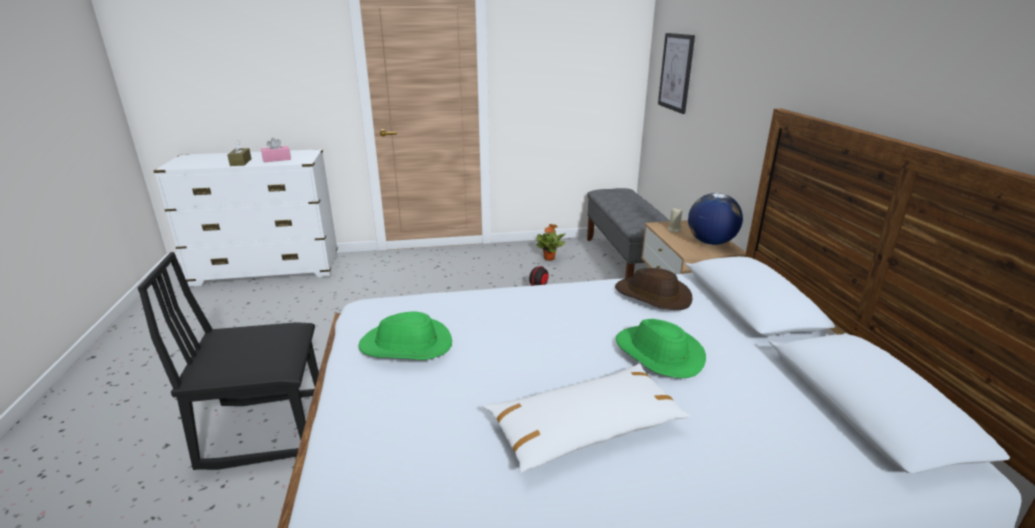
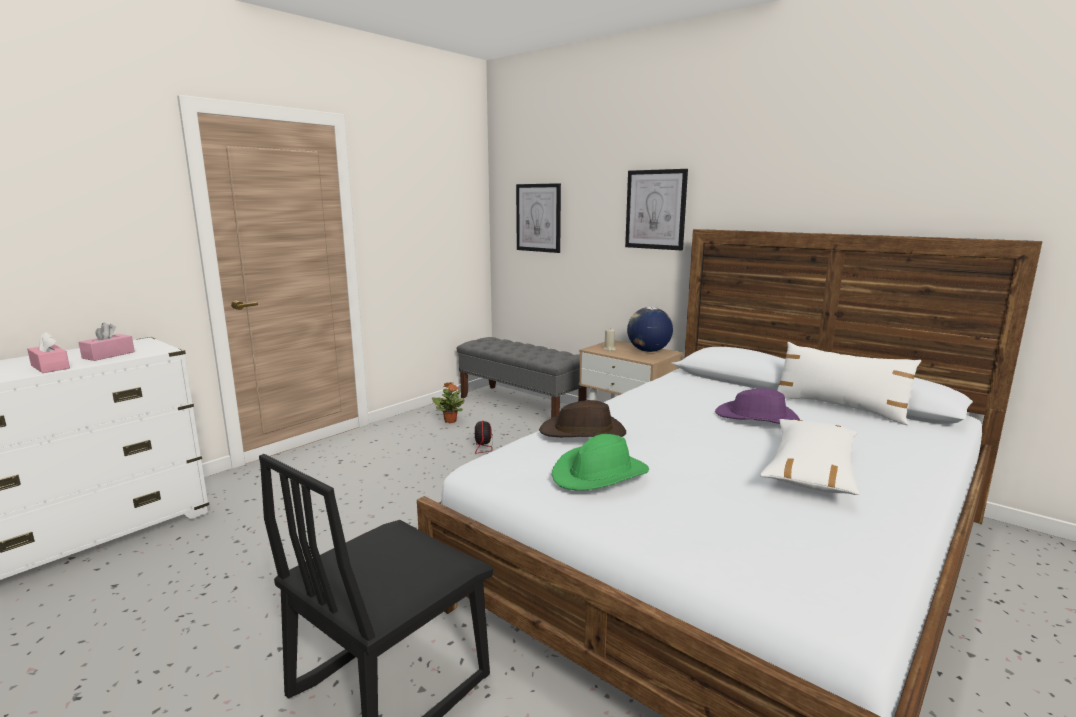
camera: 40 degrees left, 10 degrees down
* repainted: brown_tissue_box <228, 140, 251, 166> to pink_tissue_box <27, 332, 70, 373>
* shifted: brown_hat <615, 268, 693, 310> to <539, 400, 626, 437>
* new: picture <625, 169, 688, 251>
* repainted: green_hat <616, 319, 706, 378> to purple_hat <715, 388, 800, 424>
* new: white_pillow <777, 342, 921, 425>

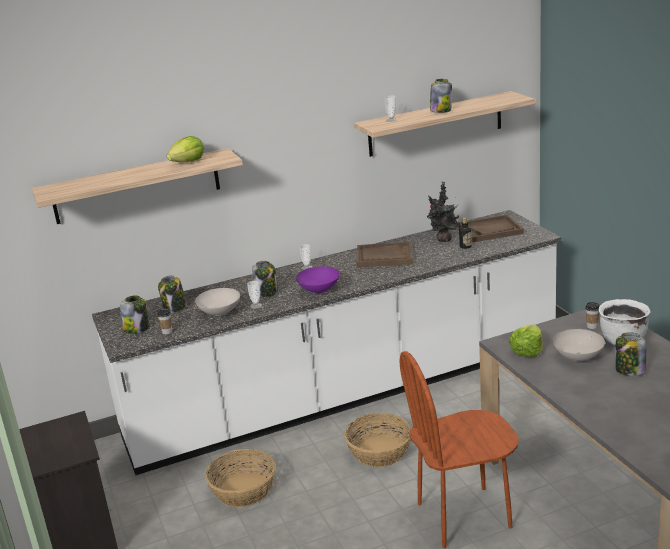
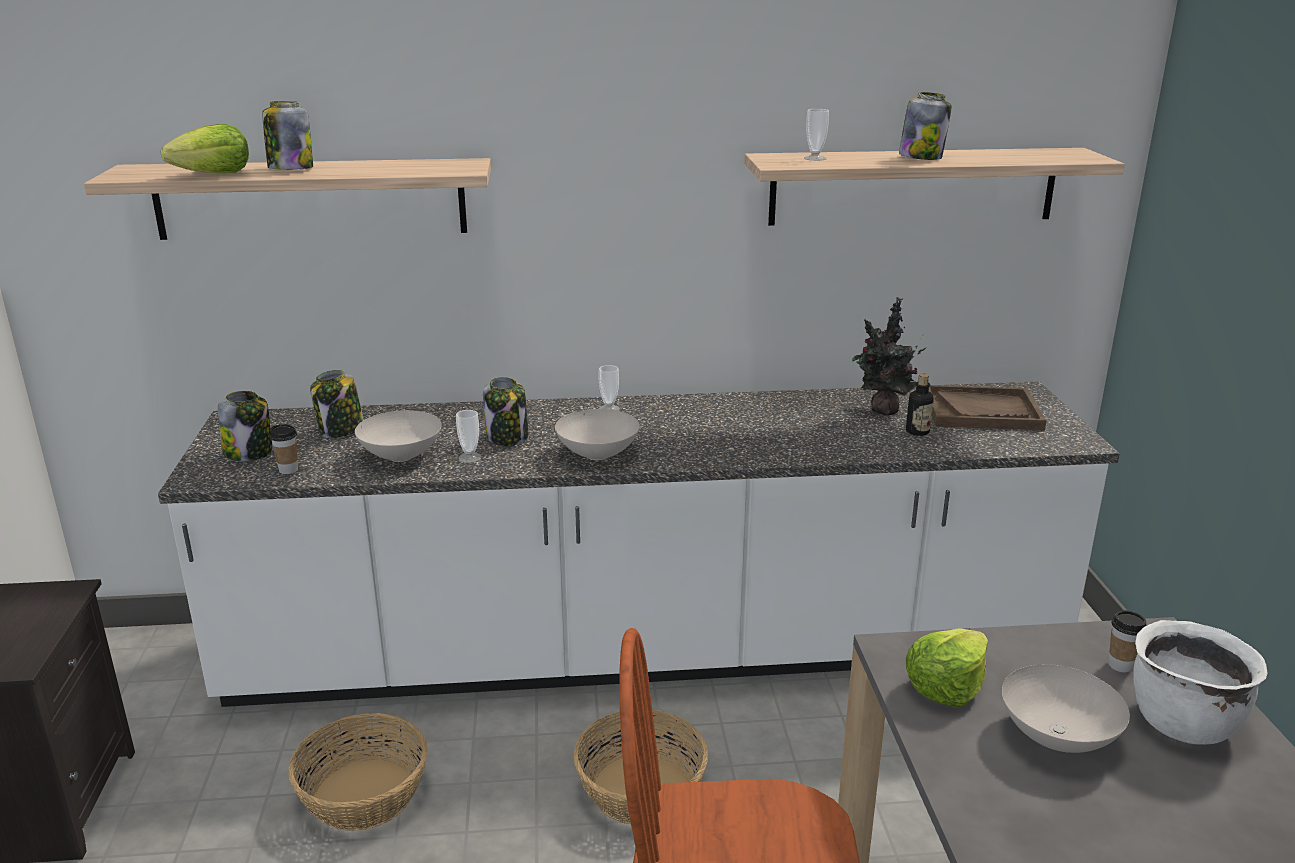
camera: 15 degrees right, 0 degrees up
* shifted: lettuce <167, 136, 204, 162> to <161, 124, 249, 173>
* shifted: jar <615, 332, 646, 376> to <262, 101, 313, 170>
* repainted: purple_bowl <296, 266, 340, 293> to white_bowl <555, 409, 640, 460>
* gone: brown_tray <356, 242, 413, 268>

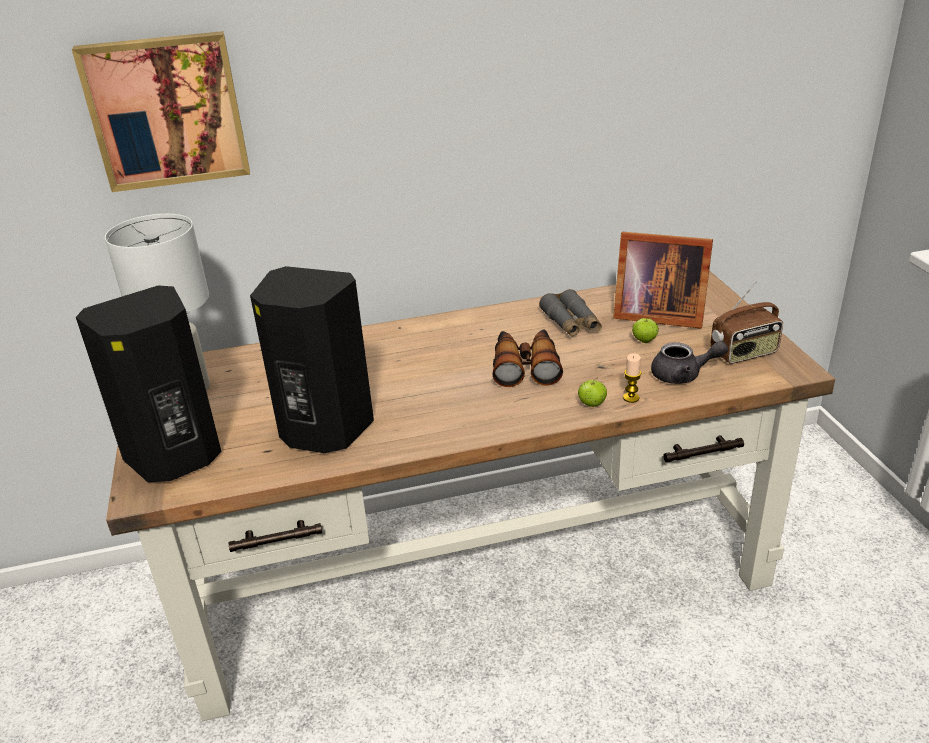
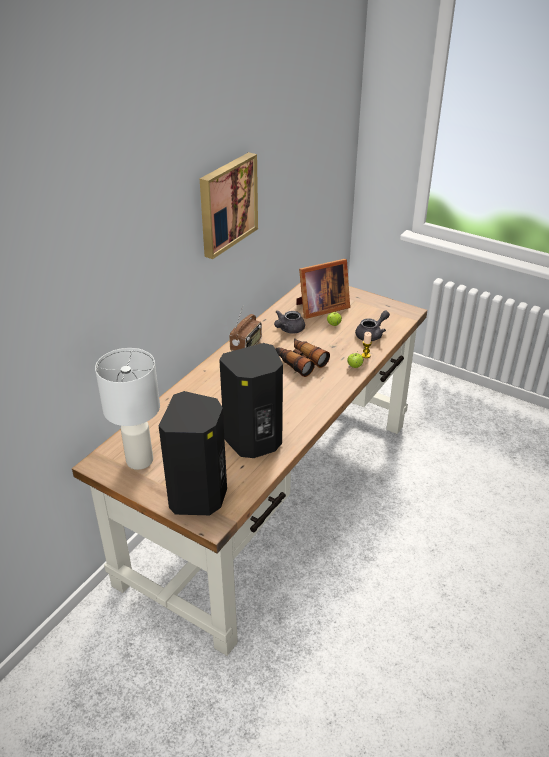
camera: 45 degrees left, 5 degrees up
* shifted: picture <72, 31, 250, 192> to <200, 152, 258, 259>
* shifted: radio <710, 281, 783, 364> to <229, 307, 262, 351>
* swapped: grey_binoculars <539, 289, 602, 337> to grey_teapot <274, 310, 305, 334>

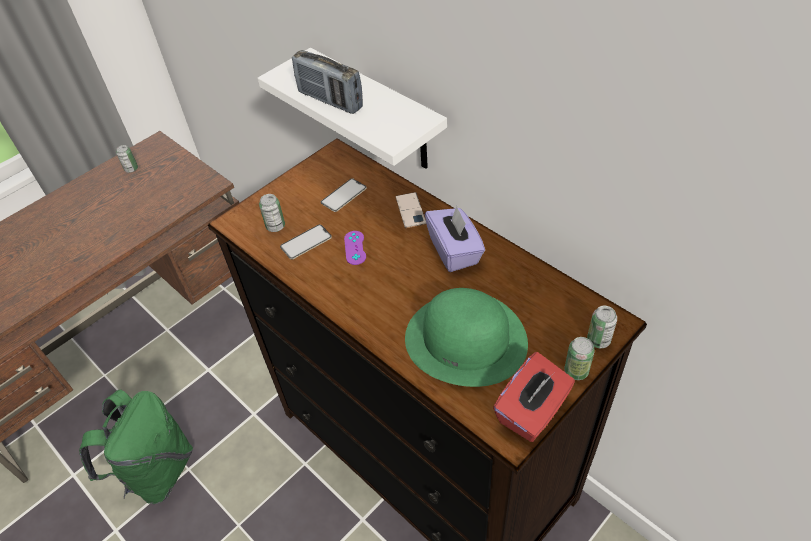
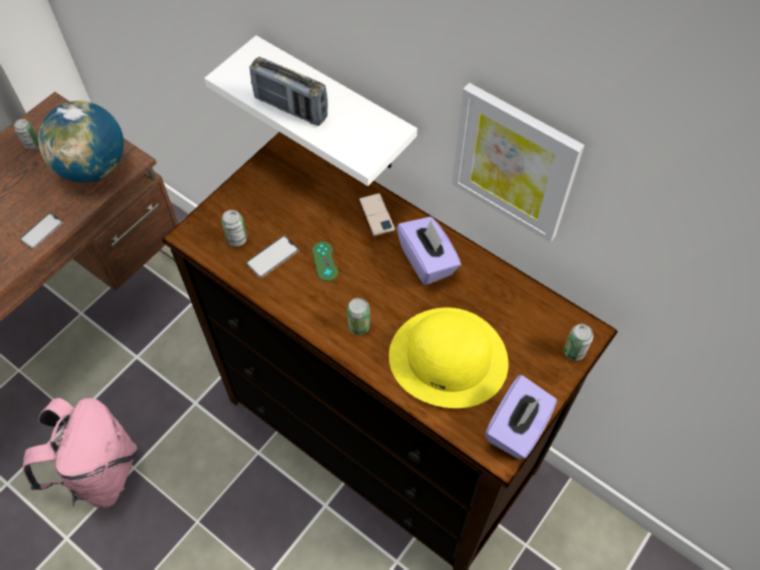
camera: 10 degrees left, 10 degrees up
* shifted: phone <321, 178, 367, 212> to <20, 213, 63, 249>
* repainted: green_backpack <79, 389, 193, 504> to pink_backpack <23, 398, 137, 508>
* new: globe <38, 101, 124, 183>
* repainted: purple_game_controller <344, 231, 366, 265> to green_game_controller <312, 242, 338, 281>
* shifted: can <564, 337, 595, 380> to <347, 298, 370, 335>
* repainted: green_hat <405, 288, 528, 387> to yellow_hat <389, 308, 508, 408>
* new: picture <452, 83, 584, 242>
* repainted: red_tissue_box <493, 352, 575, 442> to purple_tissue_box <485, 375, 557, 459>

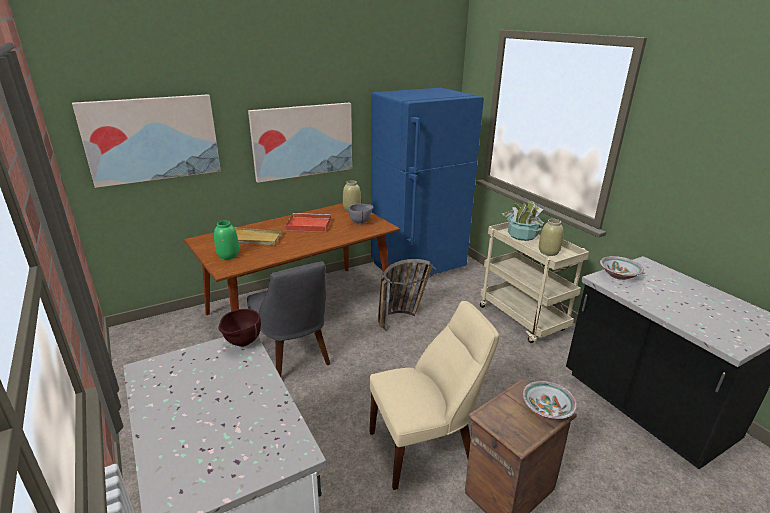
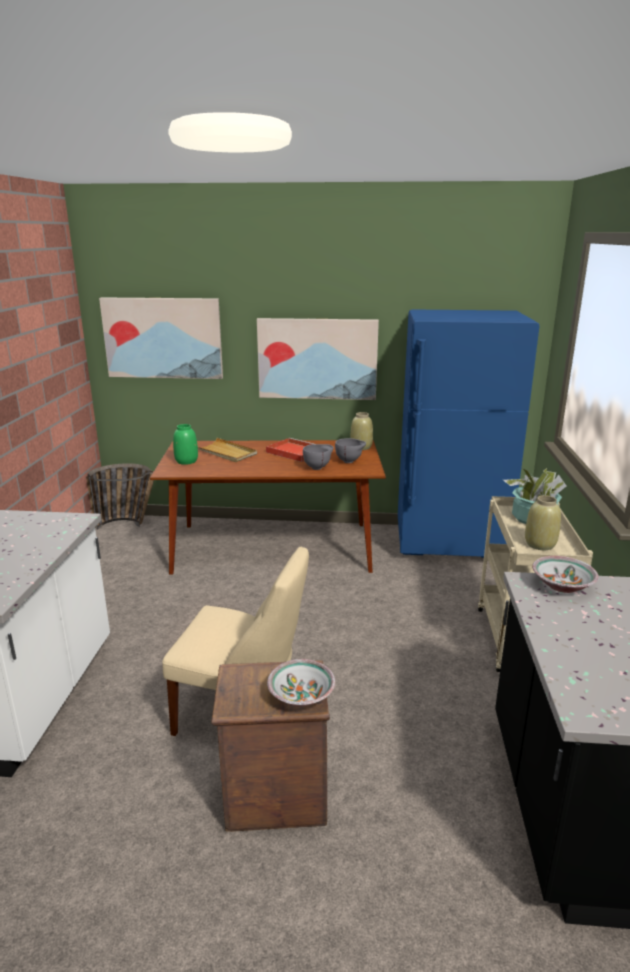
camera: 35 degrees right, 5 degrees down
* shifted: basket <378, 259, 436, 331> to <86, 463, 154, 530>
* new: grey_bowl <303, 444, 334, 470>
* gone: brown_bowl <219, 309, 261, 347>
* gone: grey_chair <247, 261, 330, 377>

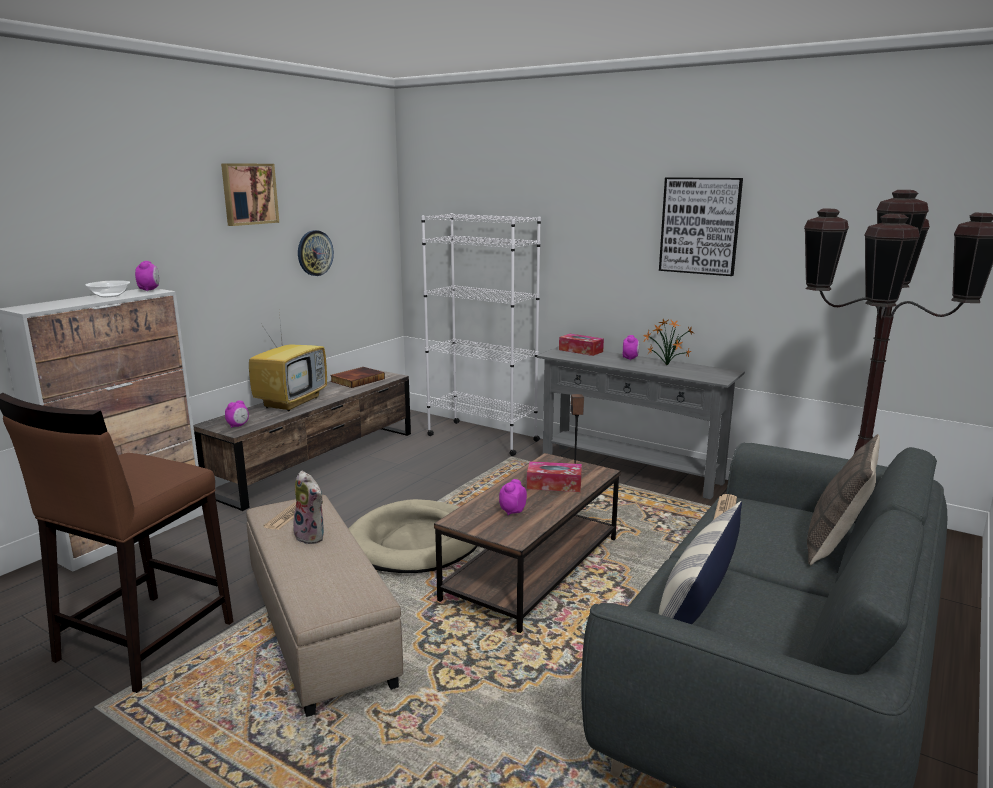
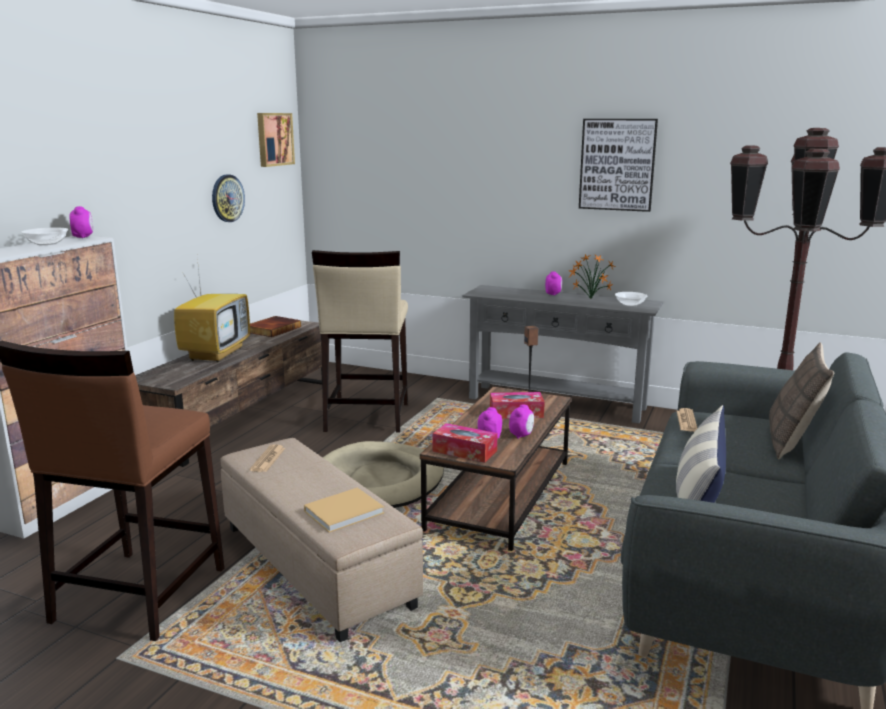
camera: 10 degrees left, 0 degrees up
* shifted: picture <221, 163, 279, 226> to <257, 113, 295, 167>
* new: beige_book <304, 488, 384, 533>
* new: beige_stool <312, 250, 408, 433>
* shifted: tissue_box <559, 334, 604, 356> to <432, 423, 498, 463>
* shifted: alarm_clock <225, 400, 249, 428> to <509, 404, 534, 439>
* new: bowl <615, 292, 647, 307>
* gone: plush_toy <293, 471, 324, 545>
* gone: white_bookcase <421, 213, 541, 456>

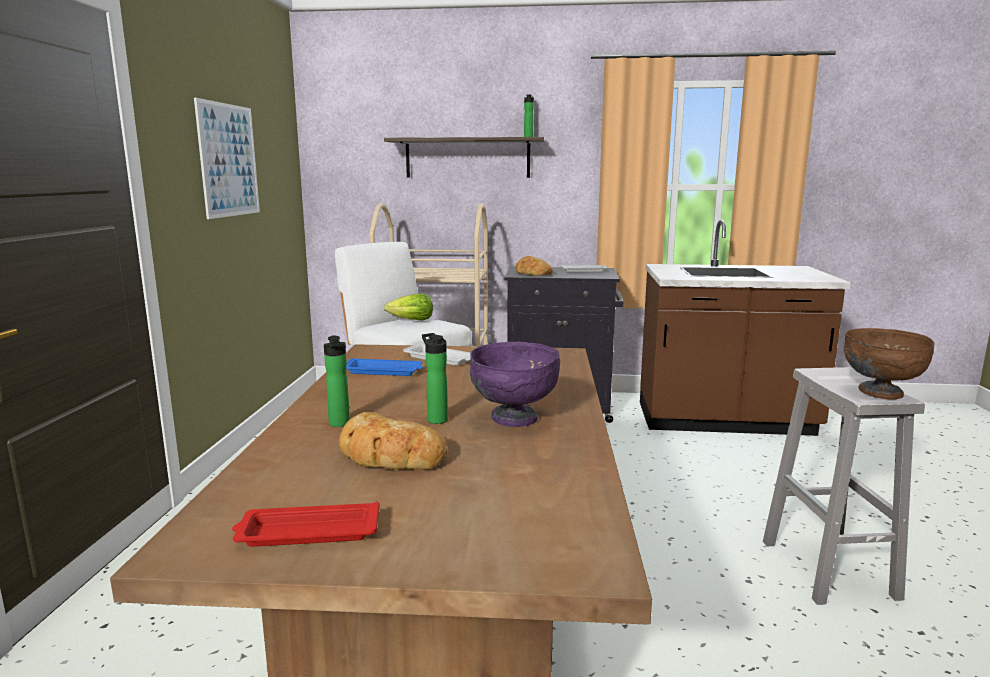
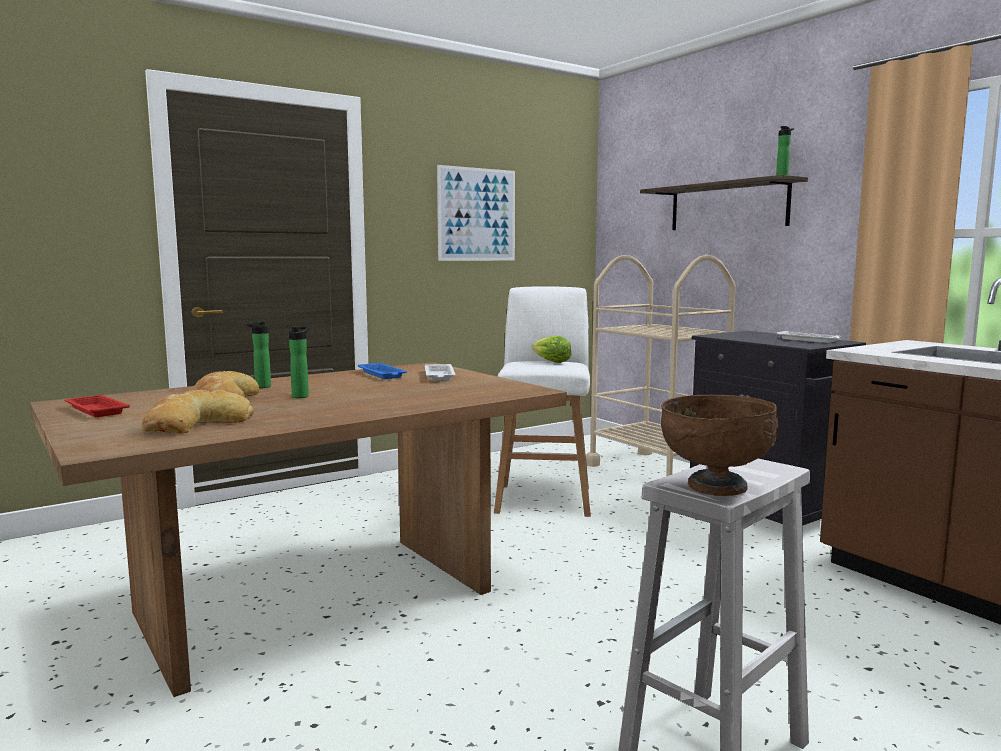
camera: 50 degrees right, 5 degrees down
* shifted: bread <515, 256, 553, 276> to <142, 389, 254, 434>
* gone: purple_bowl <470, 342, 560, 427>

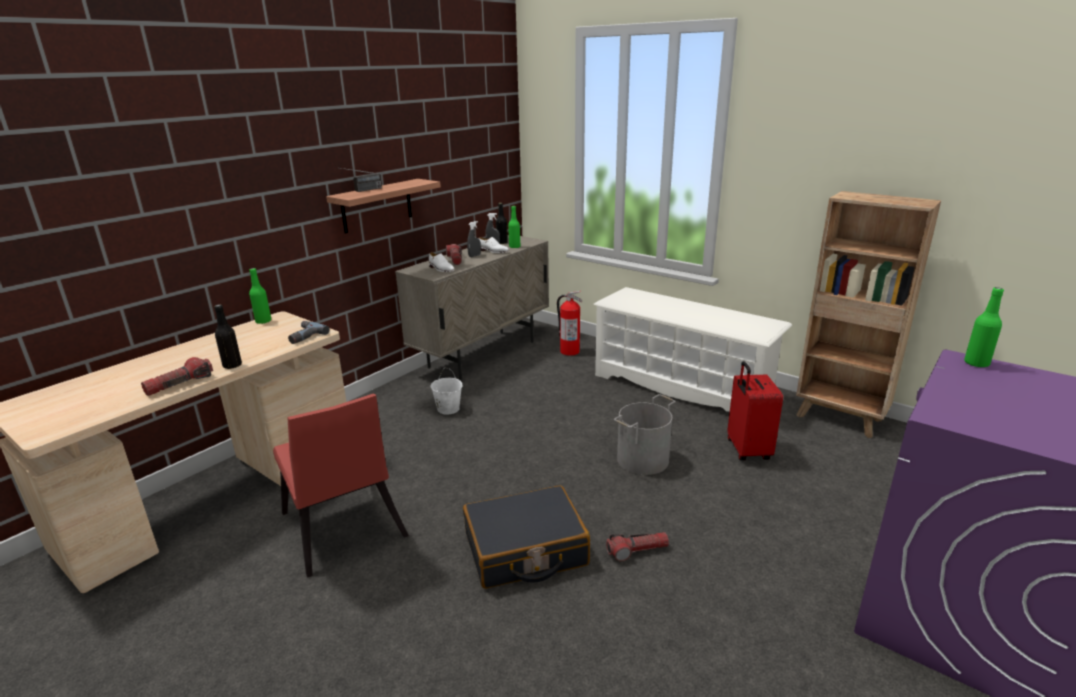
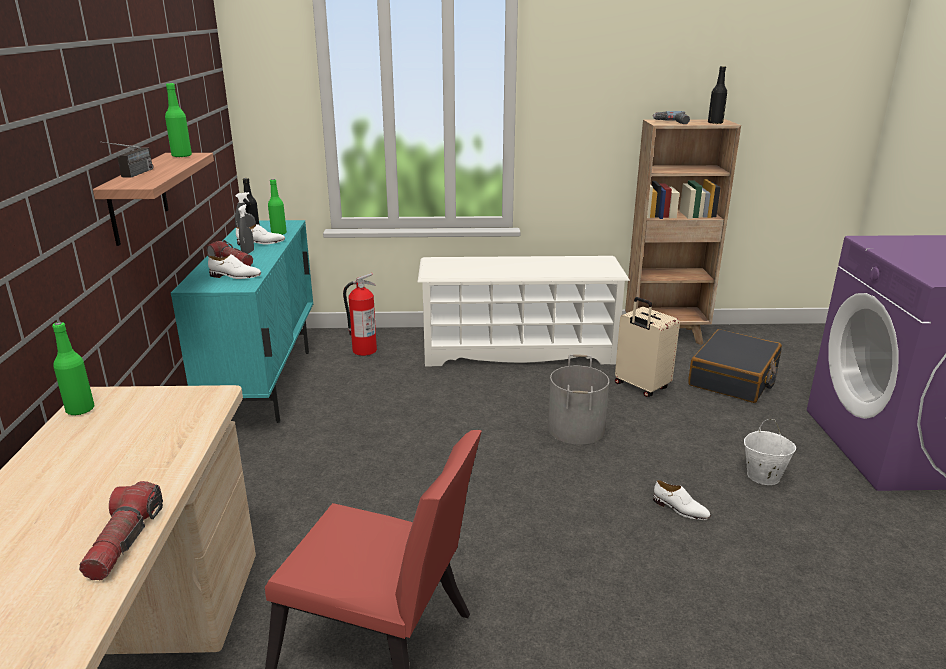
camera: 40 degrees left, 0 degrees up
* shifted: green_bottle <964, 287, 1004, 368> to <165, 83, 192, 158>
* repainted: beige_cabinet <395, 235, 549, 380> to turquoise_cabinet <171, 220, 313, 423>
* repainted: red_suitcase <727, 361, 783, 461> to beige_suitcase <615, 297, 680, 397>
* shifted: power_drill <288, 321, 330, 344> to <653, 111, 690, 124>
* swapped: flashlight <606, 532, 669, 562> to white_shoe <653, 480, 711, 520>
* shifted: black_suitcase <463, 485, 590, 589> to <688, 329, 782, 403>
* shifted: black_bottle <214, 305, 242, 369> to <708, 66, 727, 124>
* shifted: white_bucket <430, 368, 462, 415> to <744, 419, 796, 485>

